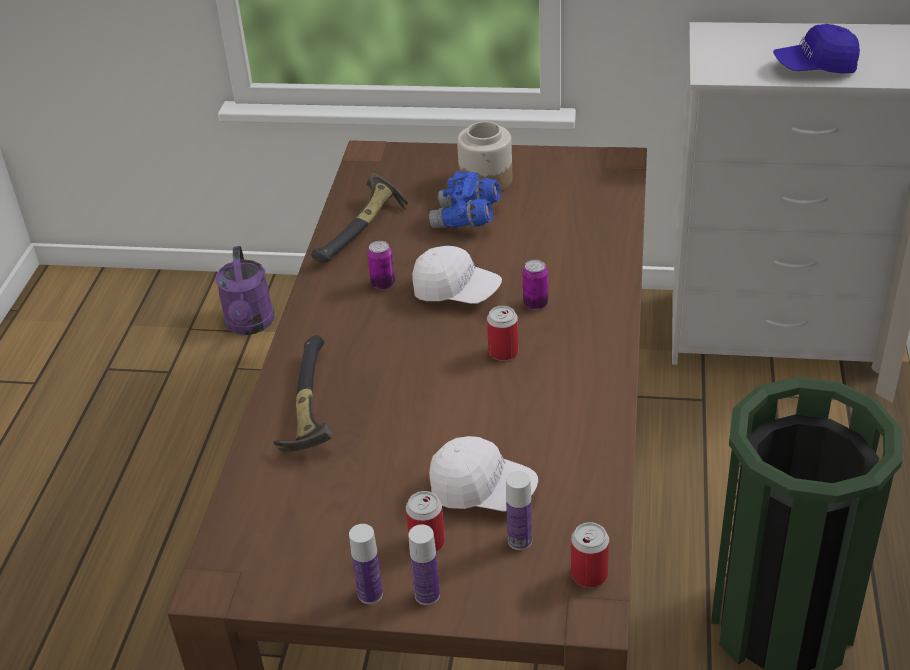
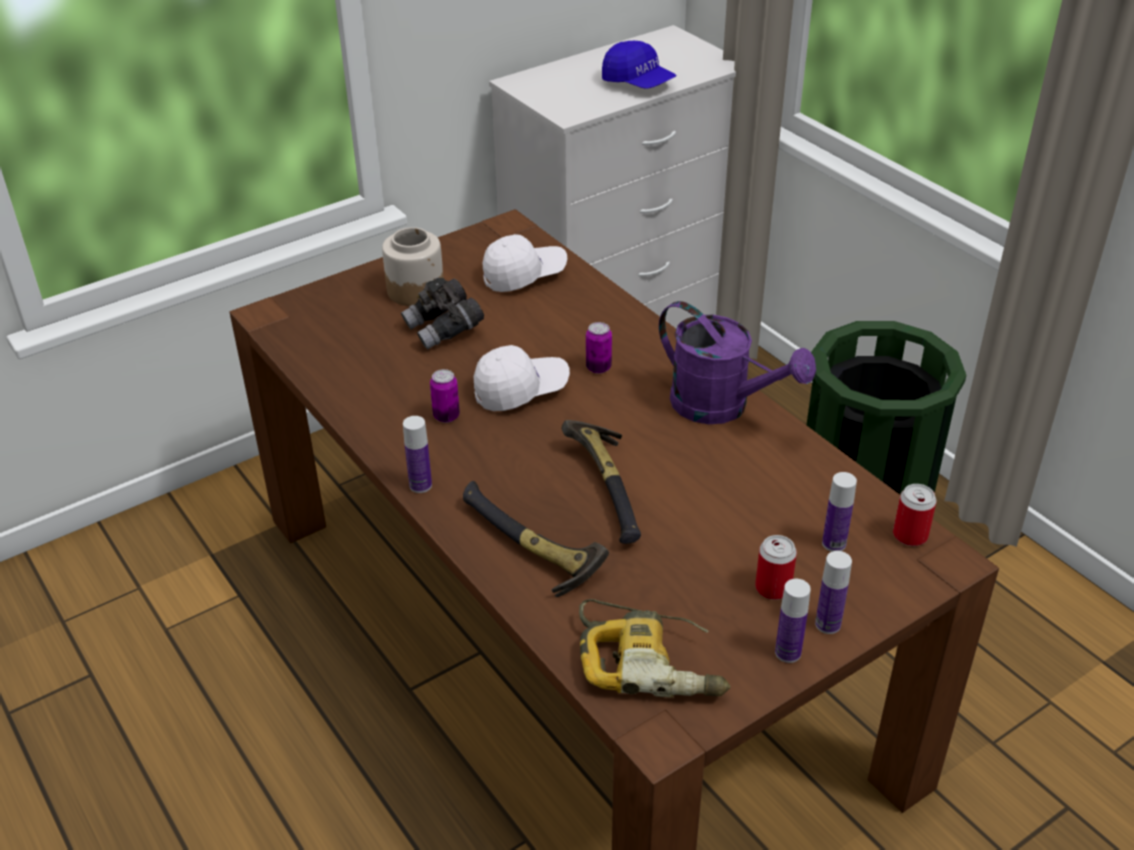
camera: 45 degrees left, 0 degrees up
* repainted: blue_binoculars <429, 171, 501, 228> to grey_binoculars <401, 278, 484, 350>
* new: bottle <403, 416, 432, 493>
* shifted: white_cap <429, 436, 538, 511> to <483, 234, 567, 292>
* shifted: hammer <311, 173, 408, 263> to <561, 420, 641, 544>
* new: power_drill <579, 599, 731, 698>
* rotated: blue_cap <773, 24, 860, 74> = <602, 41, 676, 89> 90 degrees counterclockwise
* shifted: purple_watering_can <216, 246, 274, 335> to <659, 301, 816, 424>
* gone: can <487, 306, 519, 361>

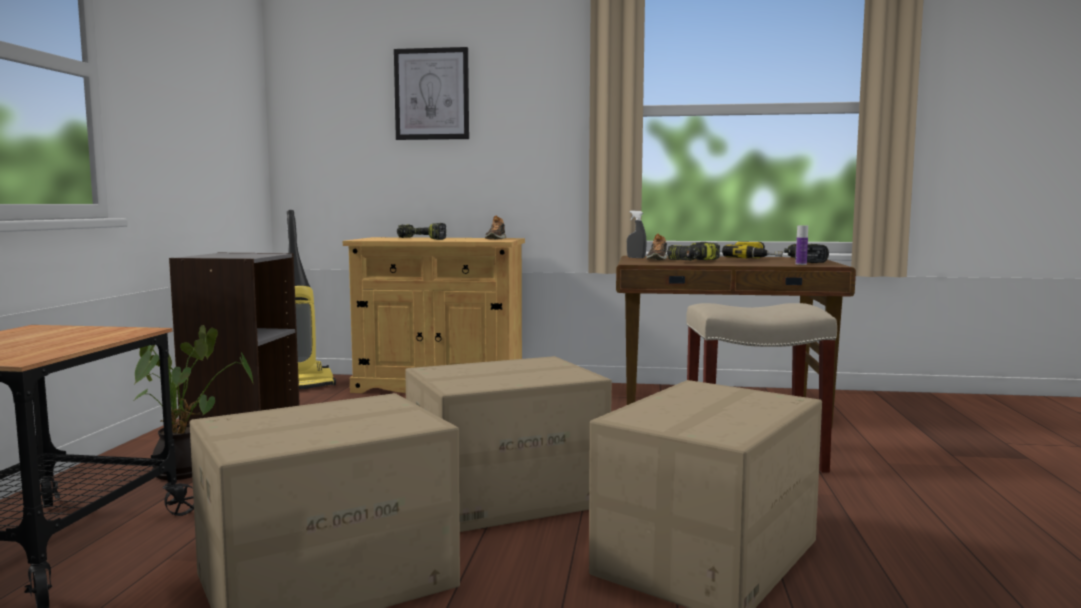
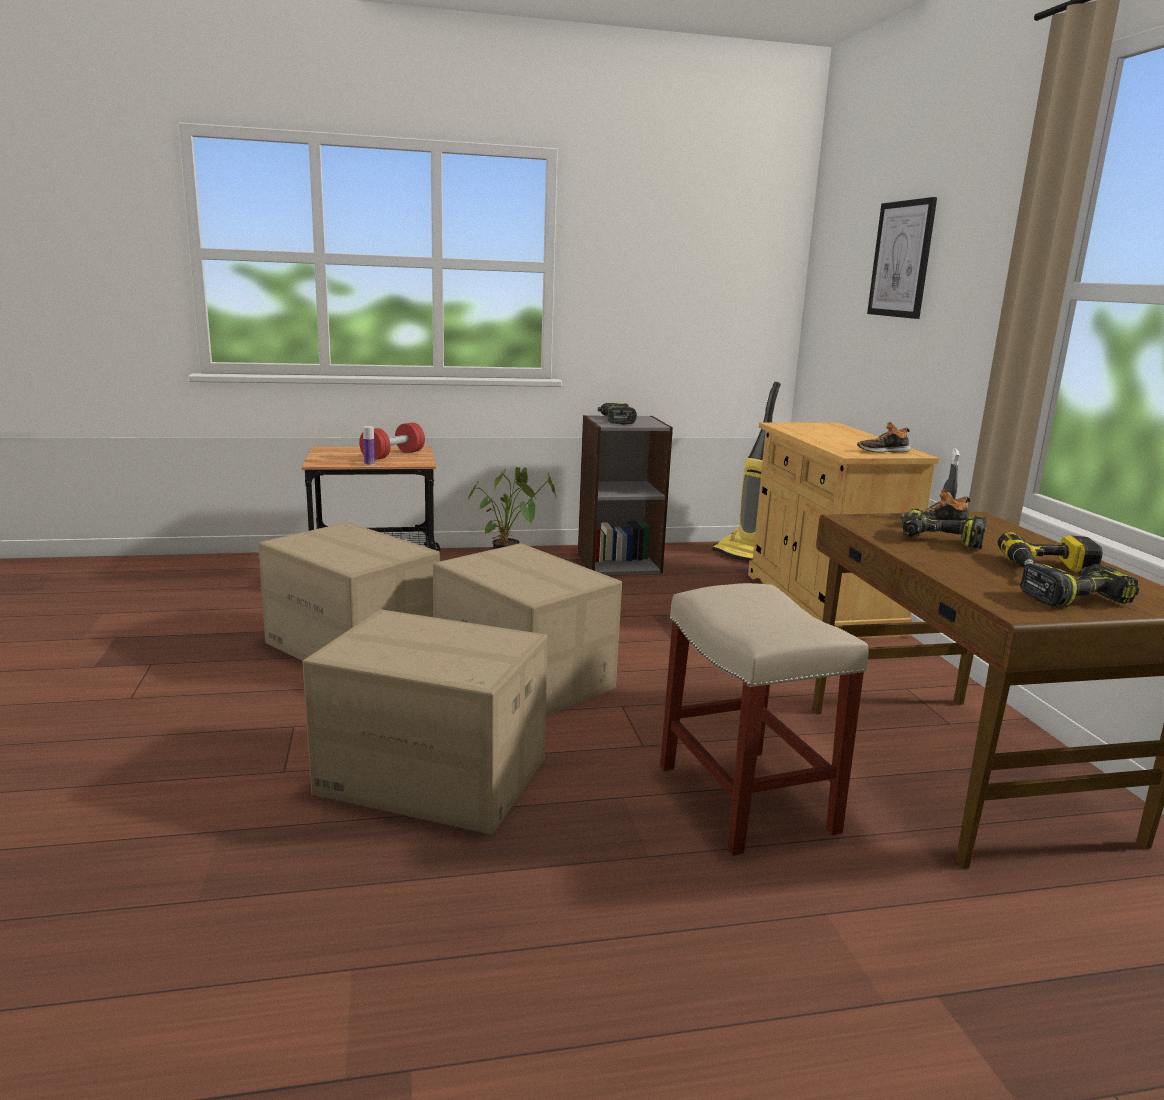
camera: 70 degrees right, 10 degrees up
* new: red_dumbbell <359, 422, 425, 460>
* shifted: bottle <796, 225, 808, 265> to <363, 426, 375, 466>
* shifted: power_drill <397, 223, 446, 240> to <598, 403, 637, 425>

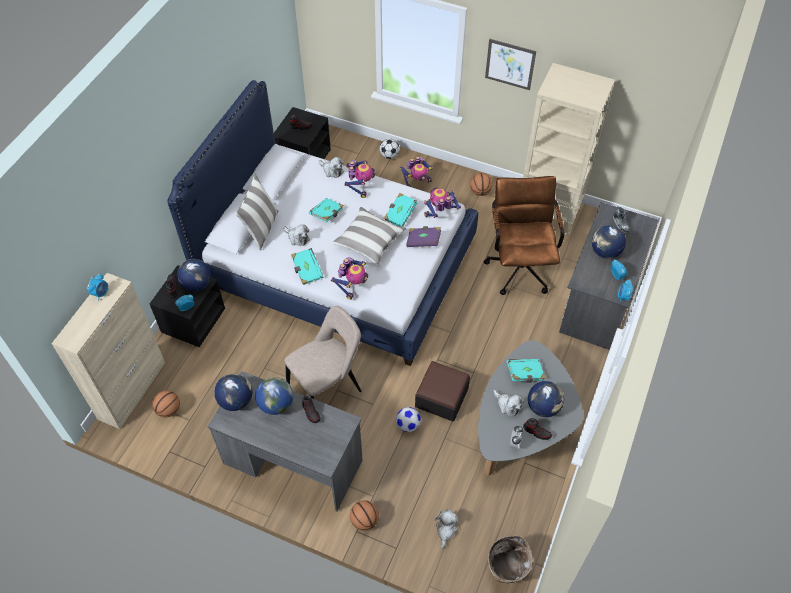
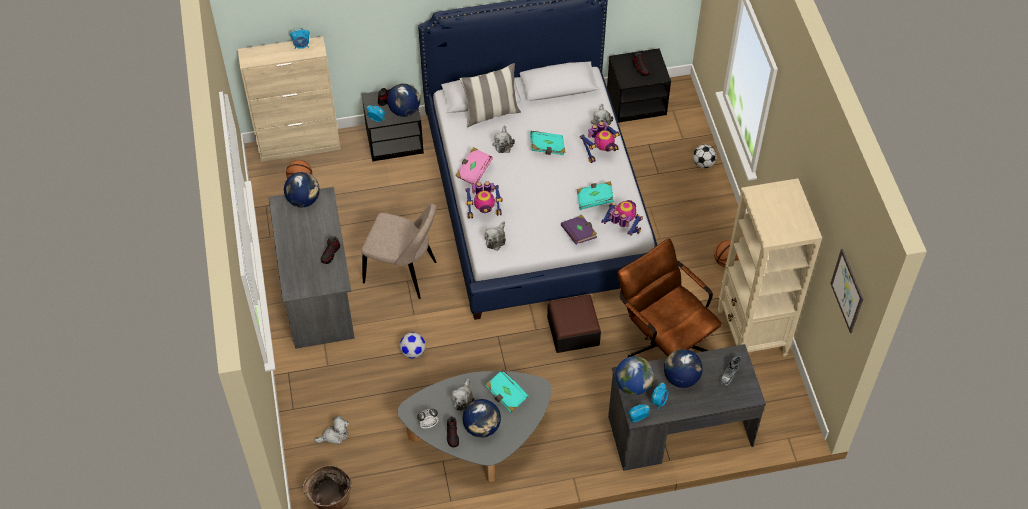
camera: 55 degrees right, 0 degrees up
* repainted: turquoise_book <291, 248, 323, 285> to pink_book <456, 147, 493, 186>
* new: plush_toy <485, 222, 506, 251>
* shifted: ottoman <415, 361, 470, 421> to <547, 294, 601, 353>
* shifted: globe <255, 377, 293, 415> to <615, 356, 654, 395>
* rotated: brown_office_chair <484, 176, 564, 295> = <617, 238, 722, 358> 90 degrees counterclockwise
* shifted: picture <485, 39, 536, 90> to <830, 249, 864, 333>
* gone: pillow <332, 207, 406, 265>
* gone: basketball <350, 500, 379, 531>
* gone: toy_robot <400, 156, 433, 187>

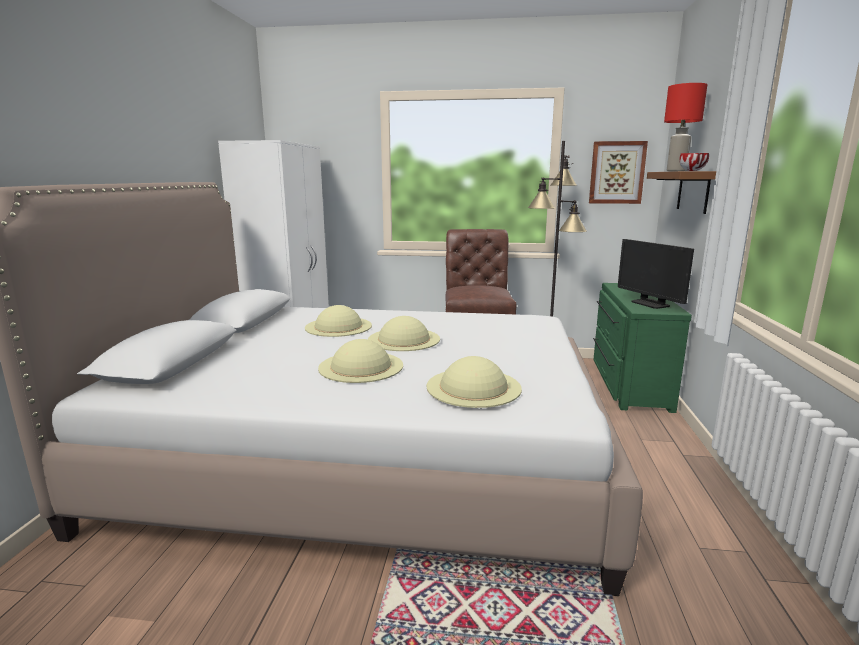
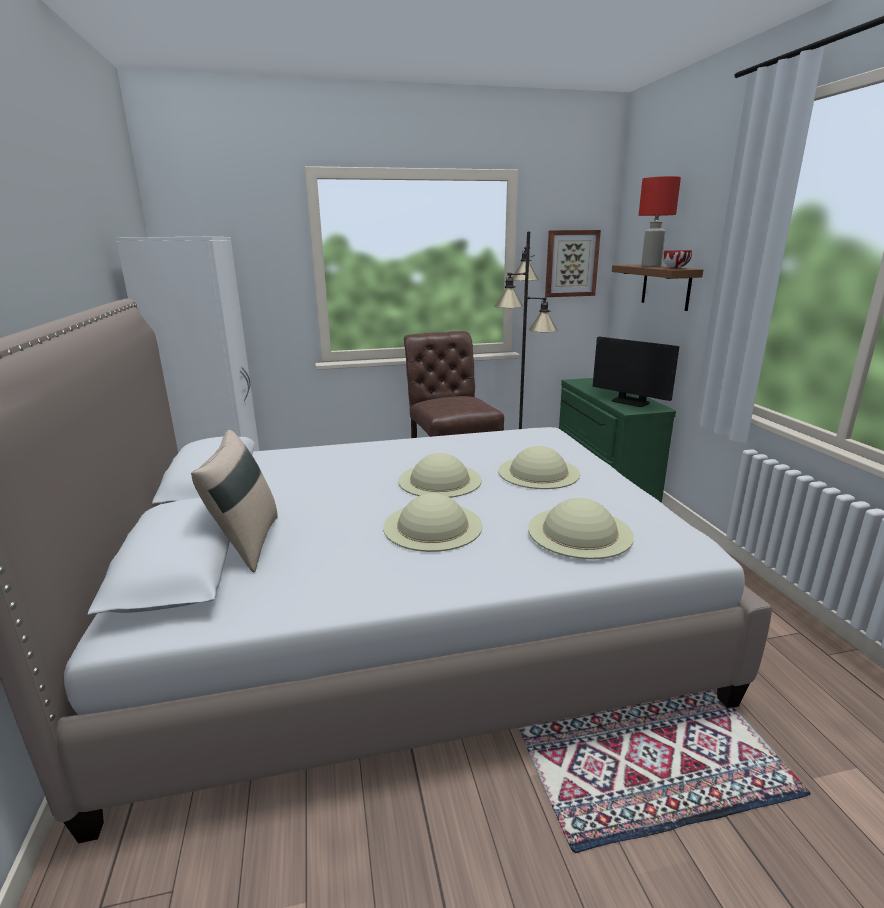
camera: 20 degrees left, 5 degrees up
* new: beige_pillow <191, 430, 278, 572>
* shifted: beige_hat <305, 305, 372, 337> to <498, 446, 580, 489>

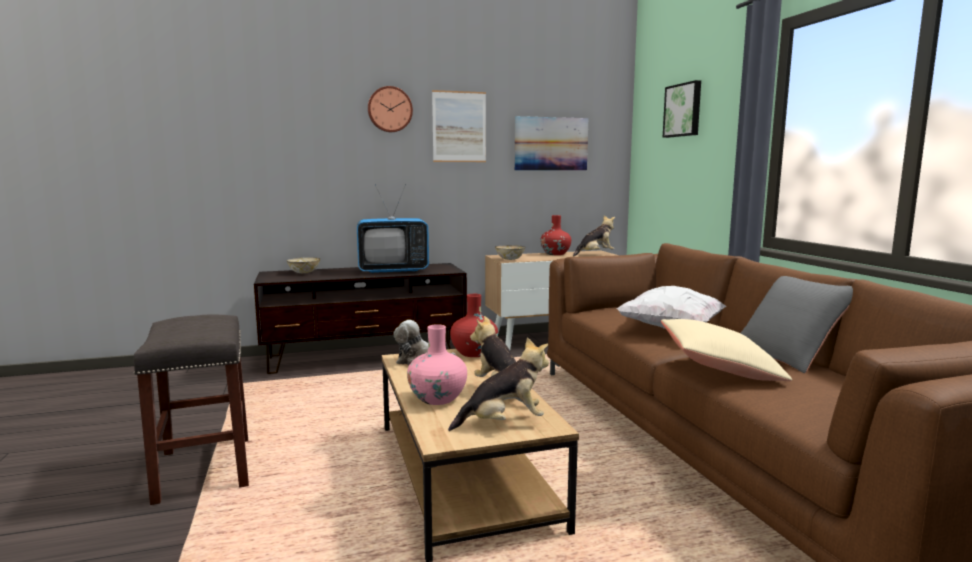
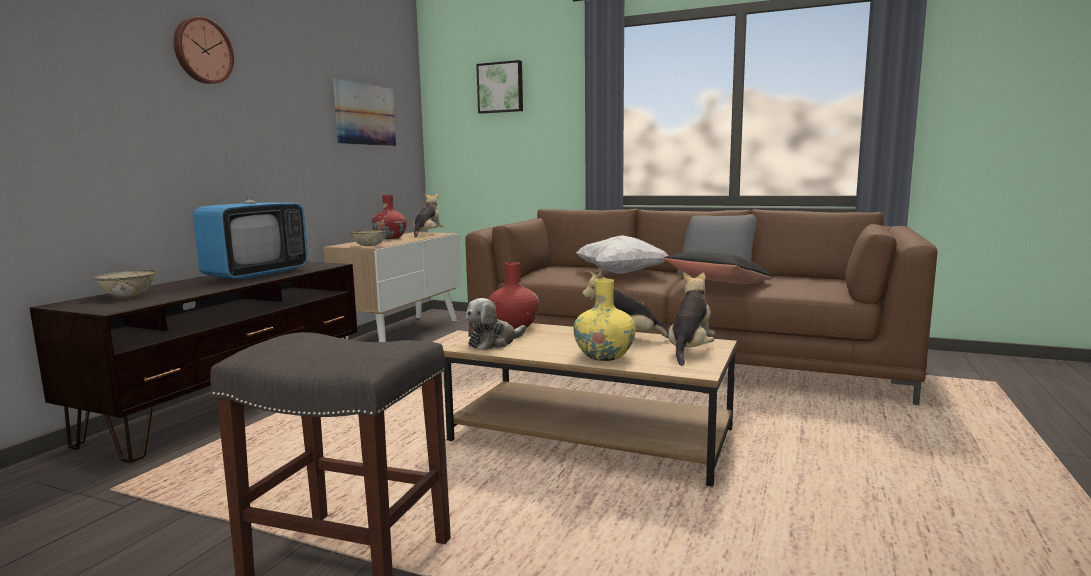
camera: 50 degrees left, 0 degrees up
* repainted: pink_vase <407, 324, 467, 405> to yellow_vase <574, 278, 636, 361>
* repainted: beige_pillow <661, 319, 792, 381> to black_pillow <664, 251, 774, 284>
* gone: picture <432, 90, 486, 162>

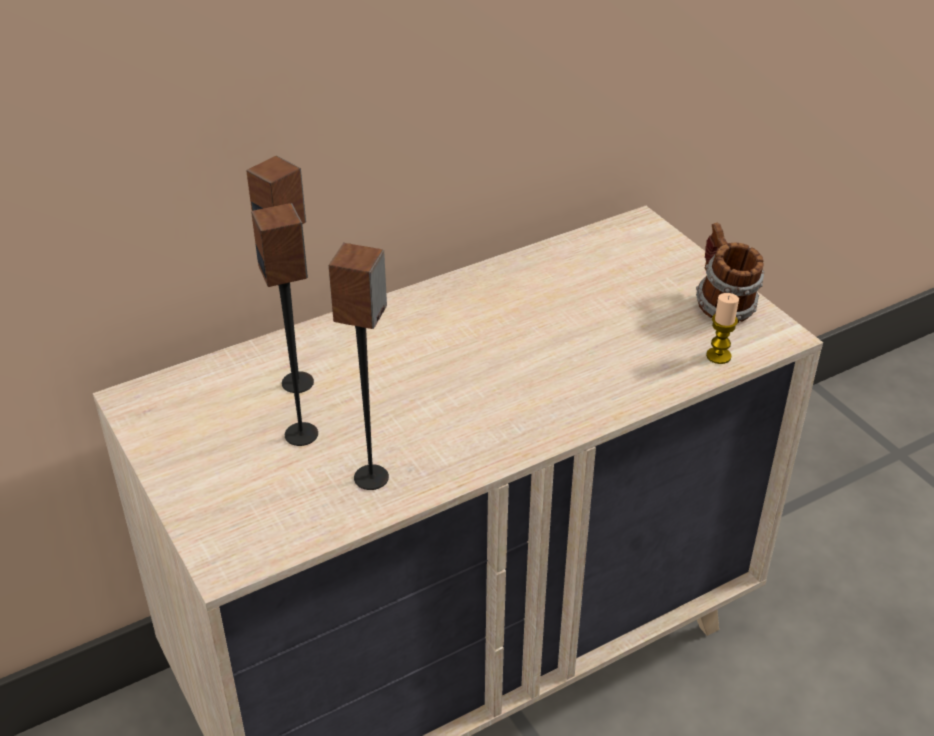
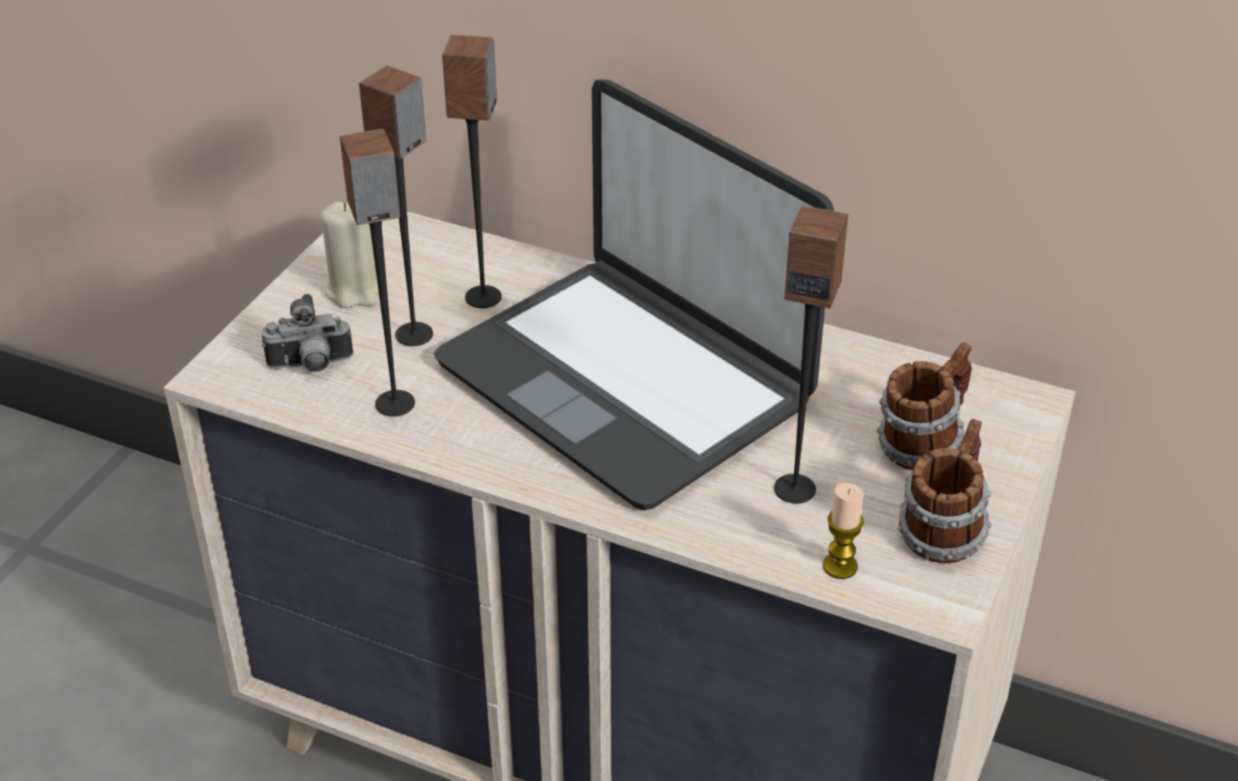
camera: 55 degrees right, 0 degrees up
* new: photo_camera <262, 294, 353, 372>
* new: beige_candle <321, 201, 379, 308>
* new: laptop <434, 79, 834, 510>
* new: speaker <774, 205, 848, 504>
* new: mug <877, 343, 972, 470>

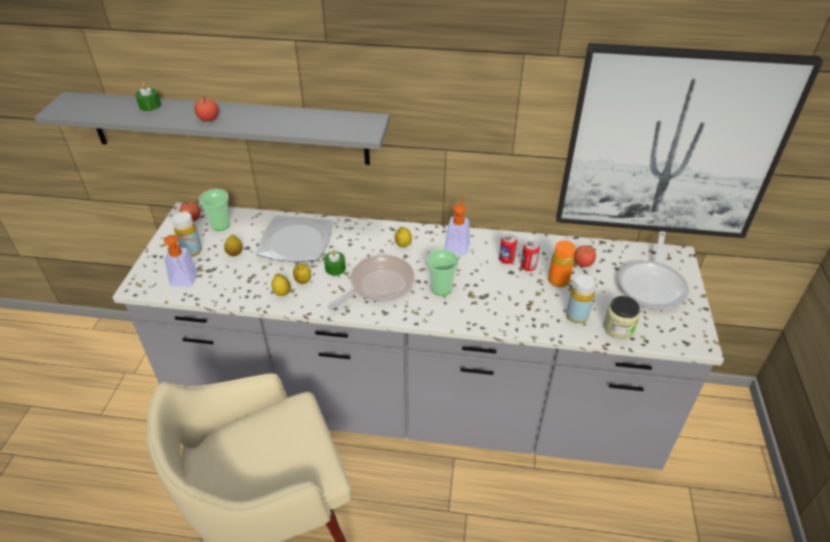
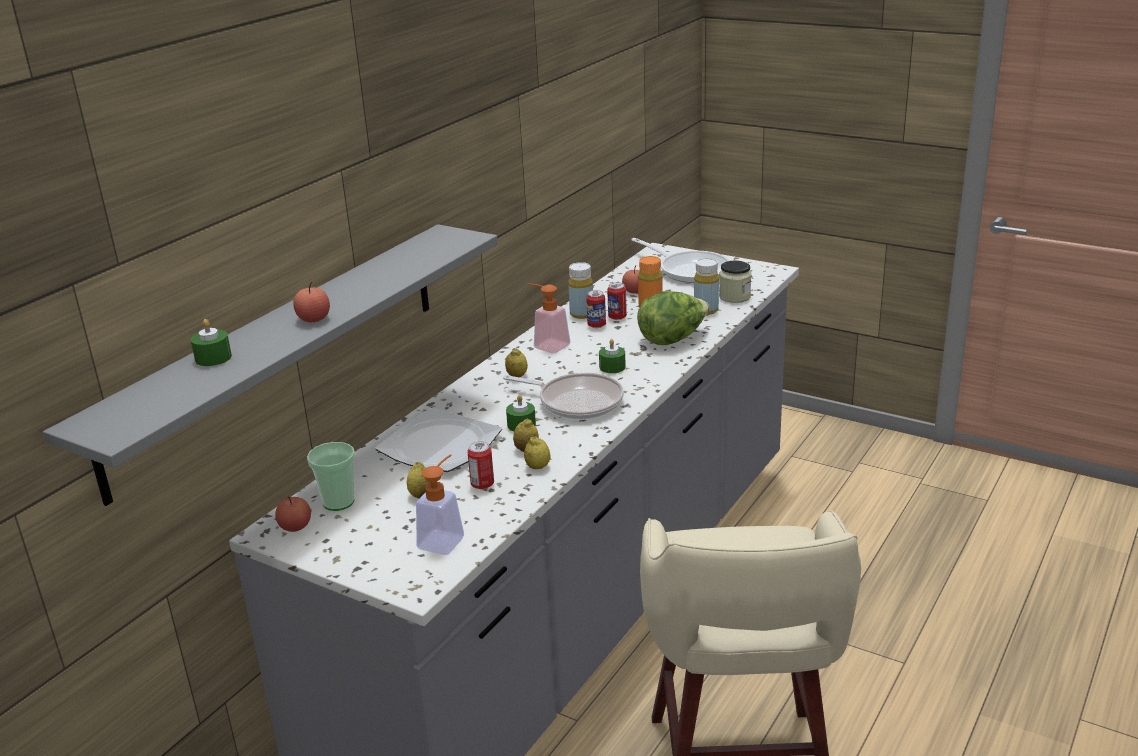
camera: 65 degrees left, 15 degrees down
* new: can <467, 441, 494, 489>
* rotated: frying_pan <328, 255, 415, 310> = <503, 373, 624, 419> 135 degrees clockwise
* shifted: yellow_bottle <172, 212, 202, 257> to <568, 262, 593, 319>
* swapped: cup <426, 249, 459, 296> to green_candle <599, 339, 626, 373>
* new: lettuce <637, 291, 709, 345>
* gone: picture <556, 43, 823, 238>

